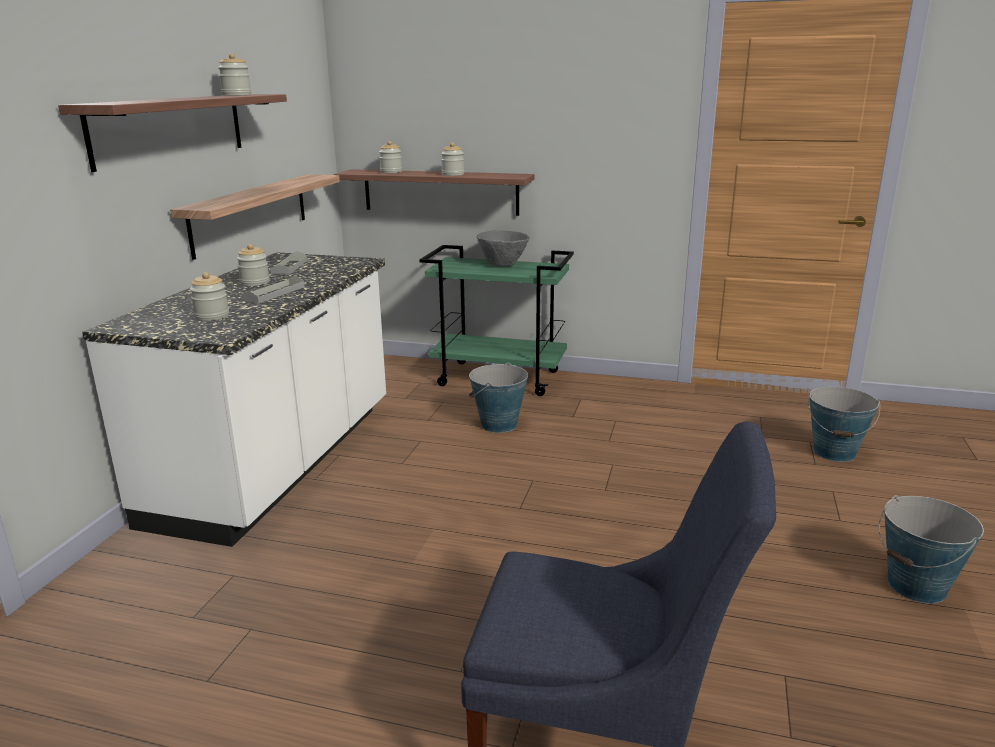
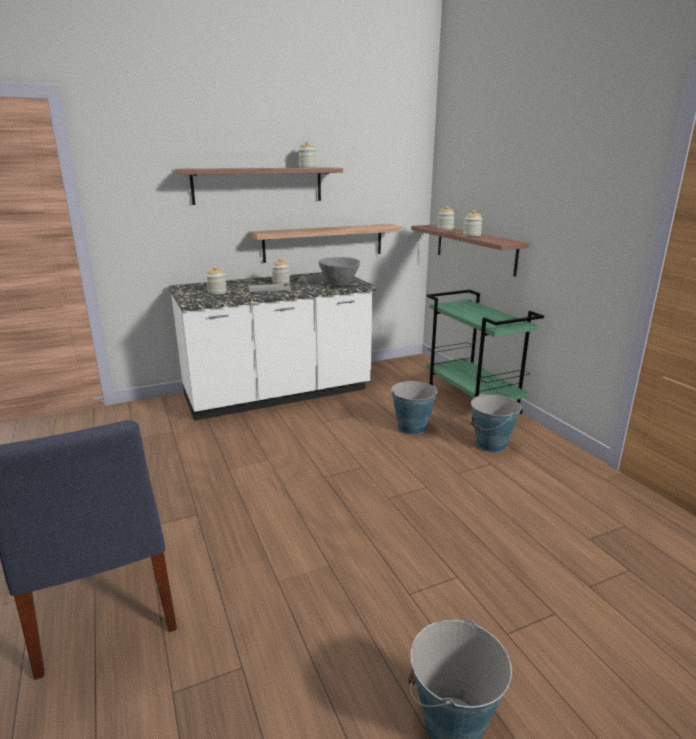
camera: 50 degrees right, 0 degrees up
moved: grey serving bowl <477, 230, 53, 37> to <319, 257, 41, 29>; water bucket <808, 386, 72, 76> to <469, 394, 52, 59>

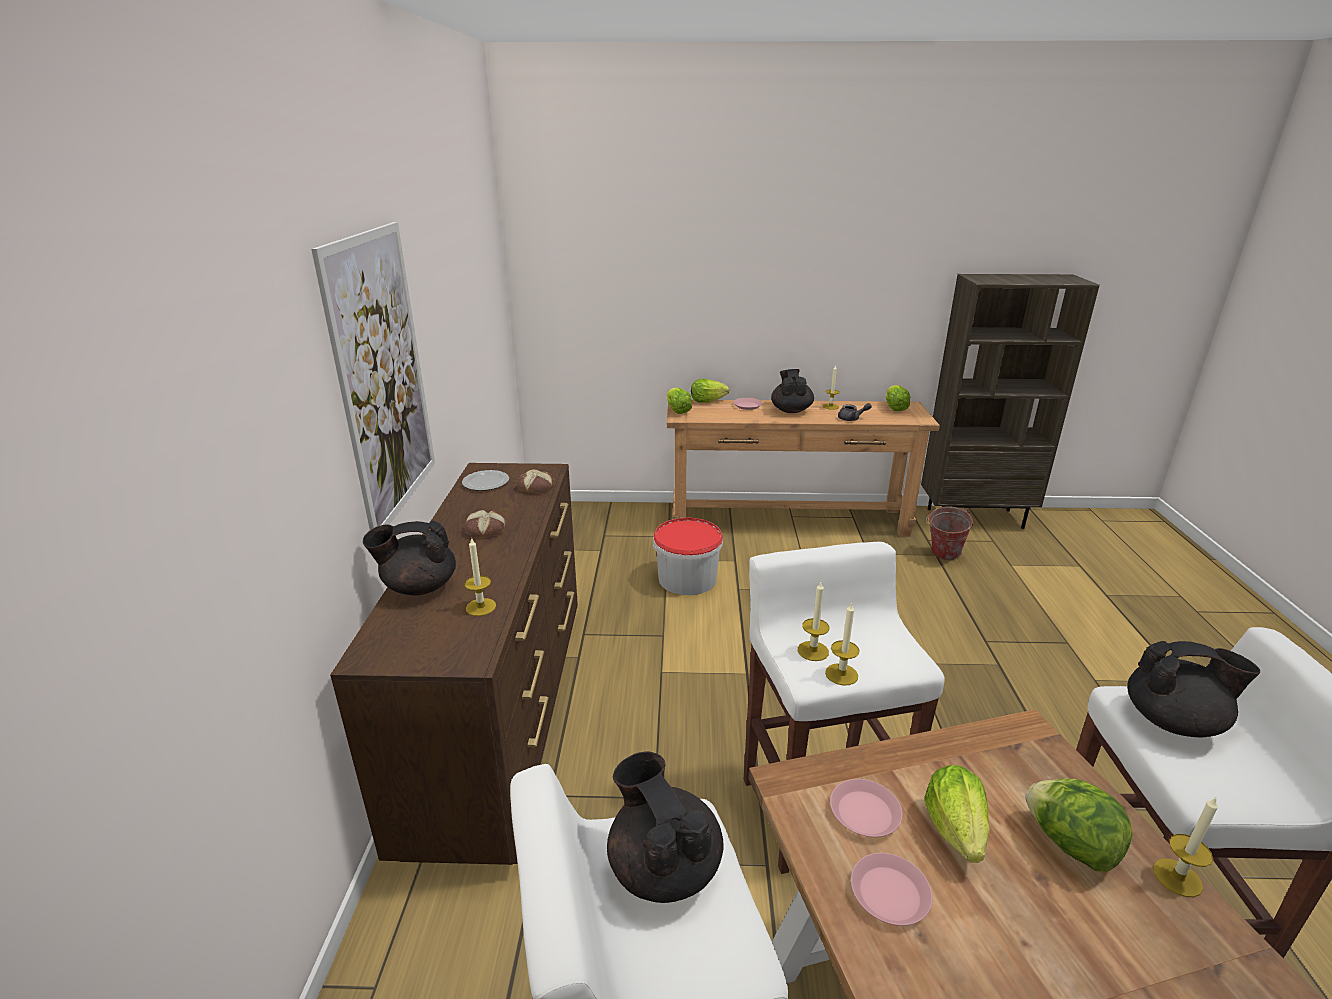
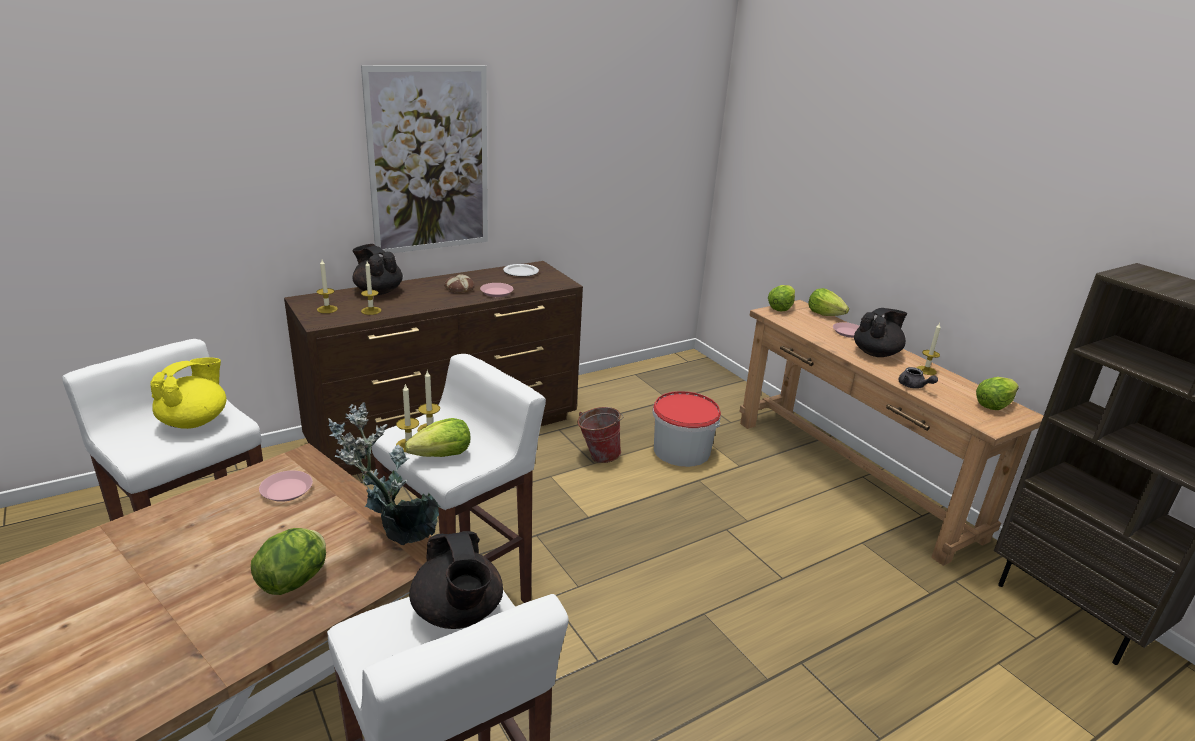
camera: 55 degrees right, 0 degrees up
removed: baked bread <517, 469, 38, 25>
added: houseplant <329, 402, 112, 143>
moved: pink-coloured plate <851, 853, 81, 73> to <480, 283, 33, 14>; head of lettuce <924, 765, 66, 98> to <405, 418, 66, 39>; water bucket <926, 506, 47, 54> to <577, 407, 46, 56>; wax candle <1153, 797, 65, 100> to <317, 260, 21, 53>
recoloured: blackish tea pot <607, 752, 117, 151> to yellow tea pot <150, 357, 77, 72>

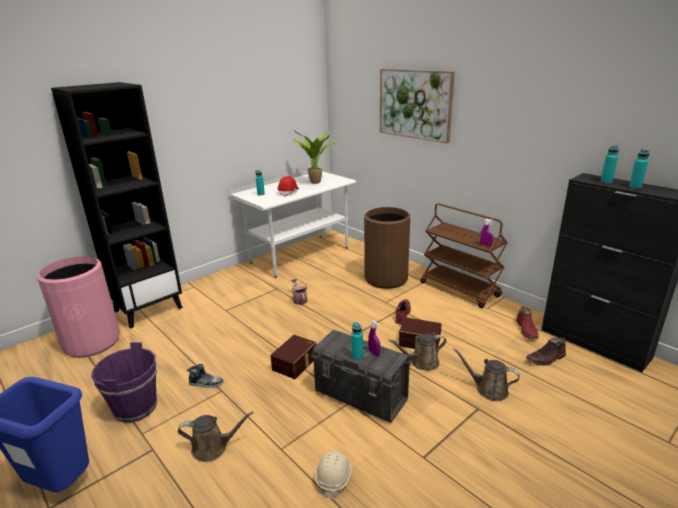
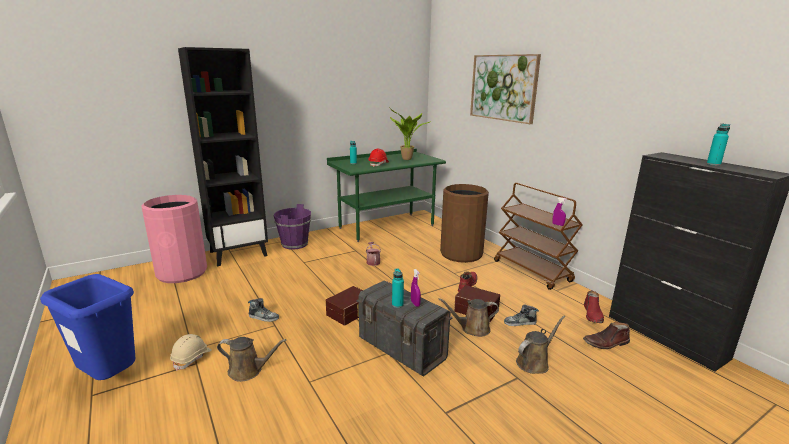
camera: 10 degrees right, 5 degrees down
removed: turquoise-coloured drink bottle <601, 145, 18, 38>
added: item of footwear <504, 305, 35, 21>
moved: purple water bucket <91, 342, 66, 81> to <274, 204, 37, 46>; beige hard hat <315, 451, 37, 48> to <170, 334, 42, 37>
recoloured: whitish desk <230, 167, 127, 111> to green desk <327, 149, 119, 93>
turned: brownish watering pot <453, 348, 67, 53> = <516, 316, 49, 58> 105 degrees clockwise

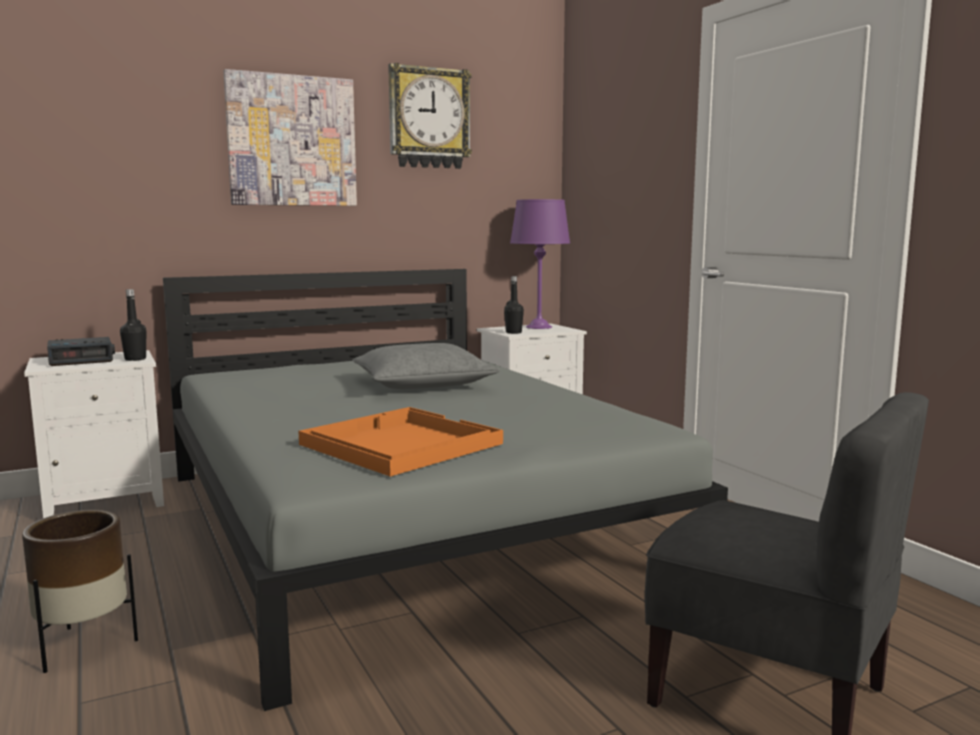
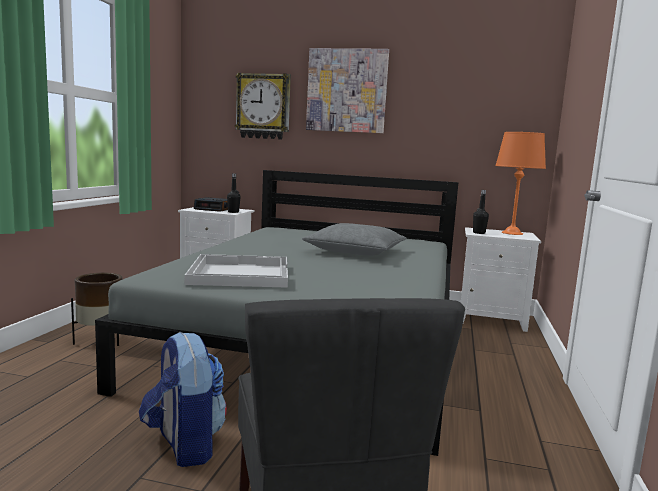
camera: 40 degrees right, 0 degrees up
added: backpack <139, 331, 88, 136>
moved: hanging clock <388, 63, 84, 106> to <235, 73, 56, 67>
recoloured: orange serving tray <298, 407, 205, 70> to whitish serving tray <184, 254, 104, 34>; purple tabletop lamp <510, 199, 60, 130> to orange tabletop lamp <495, 132, 51, 103>

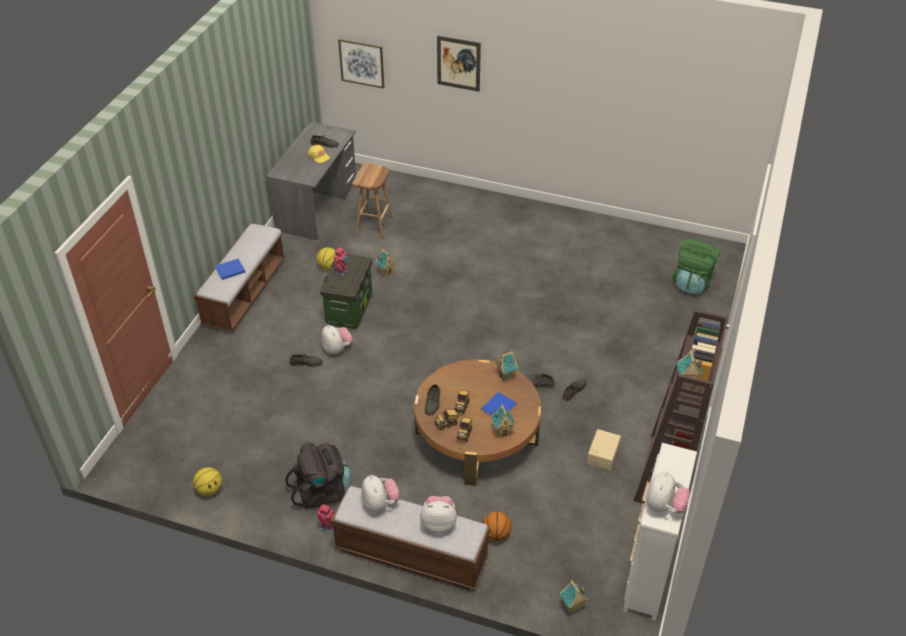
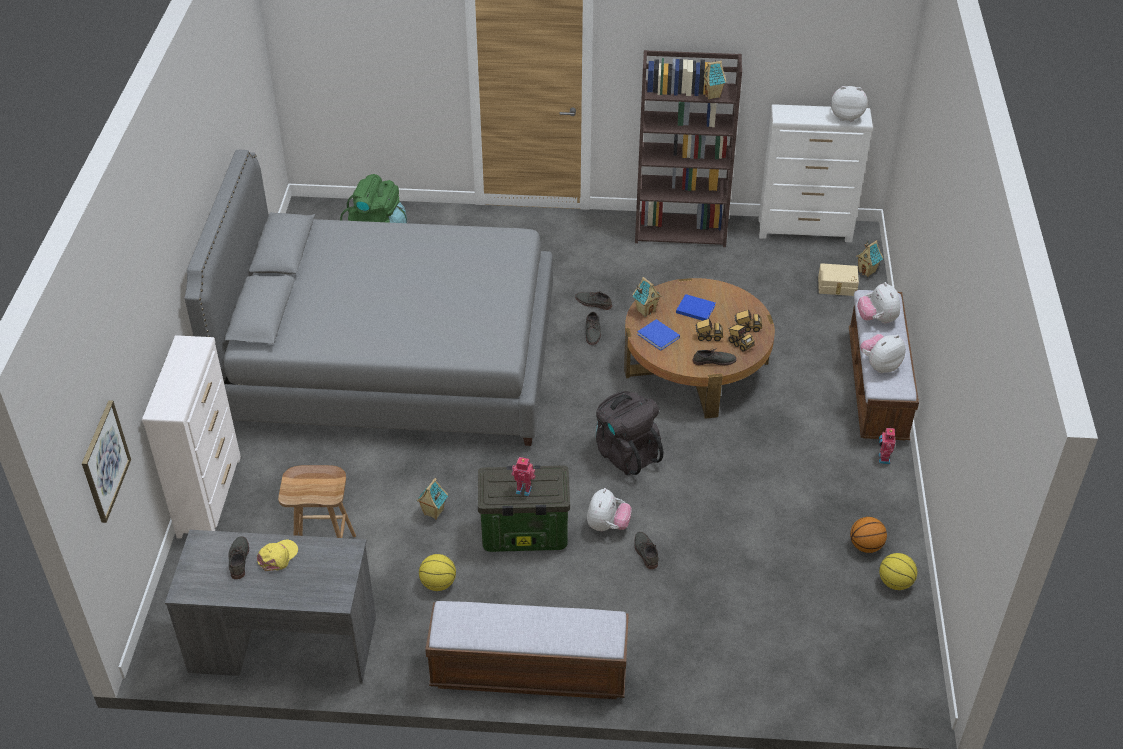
camera: 105 degrees left, 0 degrees up
removed: wall picture <437, 35, 44, 57>; miniature house <491, 404, 25, 34>
added: whitish chest of drawers <142, 335, 99, 203>; grey bed <185, 150, 368, 296>
moved: blue-coloured volume <215, 259, 30, 21> to <637, 319, 43, 32>; blackish backpack <286, 443, 66, 66> to <596, 391, 67, 84>; basketball ball <483, 511, 28, 30> to <850, 517, 37, 36>; beige storage container <587, 429, 34, 41> to <818, 263, 41, 33>
turned: plush toy <321, 324, 32, 31> = <587, 488, 45, 43> 150 degrees clockwise

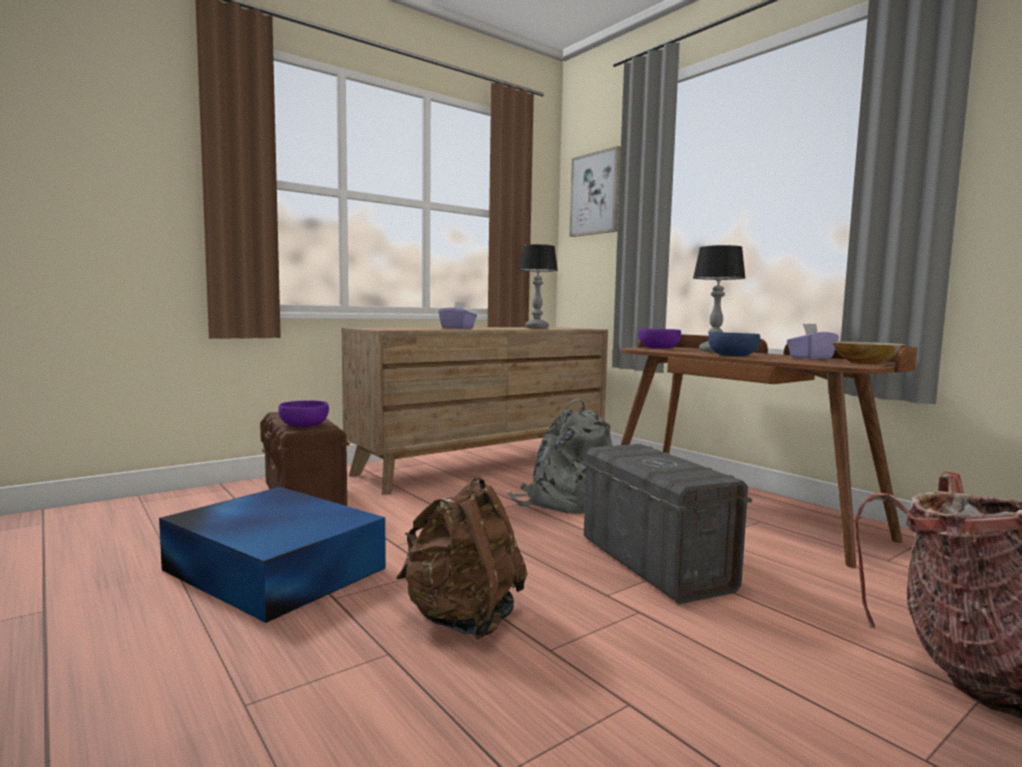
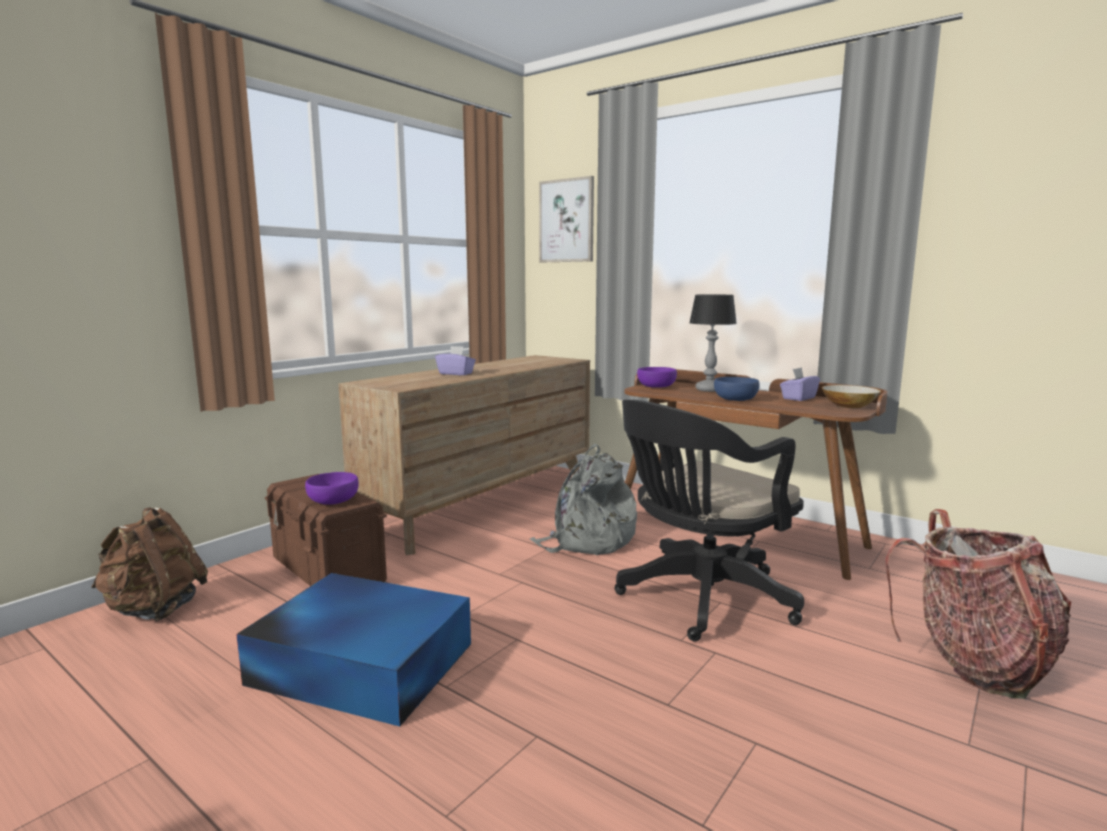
camera: 15 degrees left, 5 degrees up
removed: tabletop lamp <519, 244, 39, 84>
moved: brownish backpack <396, 476, 131, 163> to <91, 507, 117, 115>
replaced: grey storage container <582, 444, 170, 160> to blackish computer chair <614, 400, 190, 242>

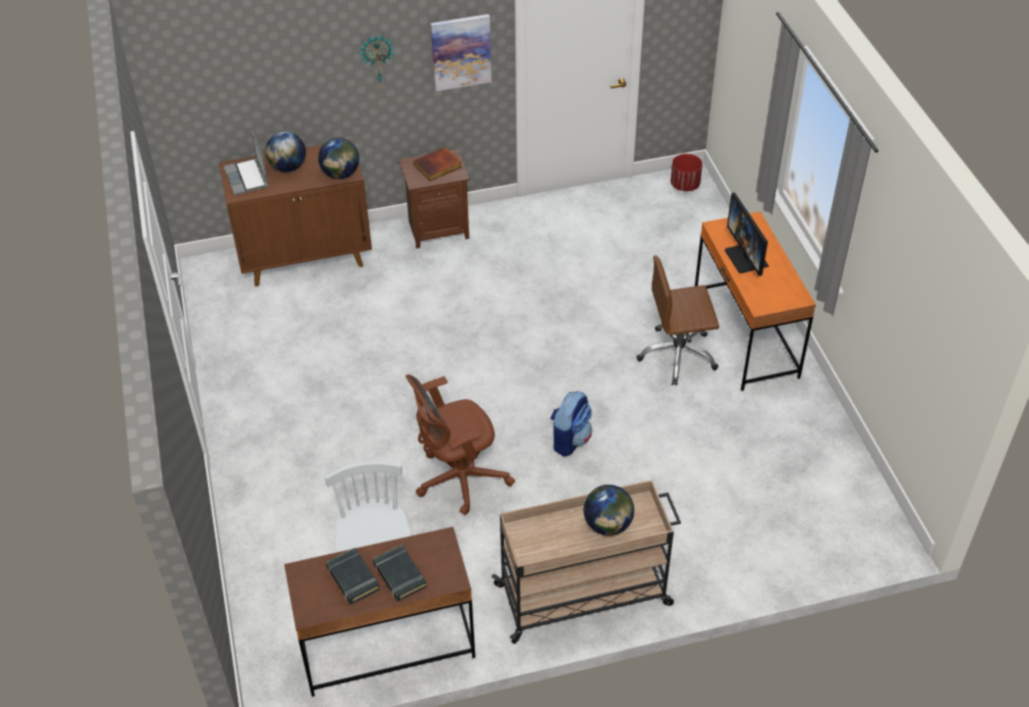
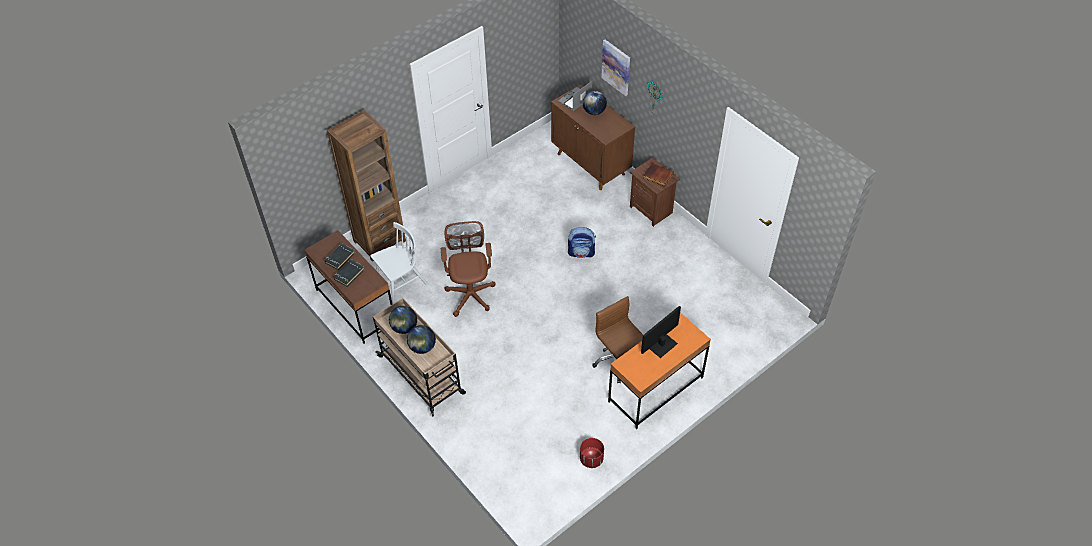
camera: 65 degrees right, 5 degrees up
added: brownish bookcase <327, 110, 79, 152>
moved: globe <318, 138, 41, 41> to <389, 306, 28, 28>; wall picture <431, 14, 61, 77> to <601, 40, 29, 56>; backpack <550, 391, 42, 65> to <568, 227, 28, 31>; red-coloured flower pot <671, 154, 32, 37> to <580, 438, 24, 30>
turned: brownish computer chair <406, 374, 109, 141> = <441, 221, 55, 96> 45 degrees clockwise

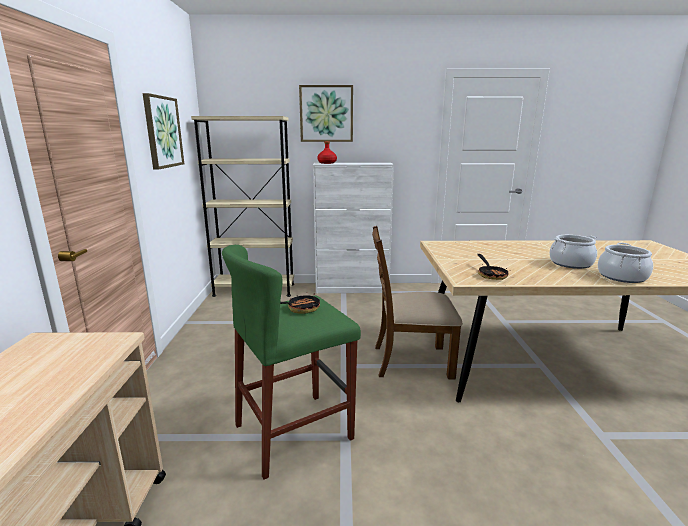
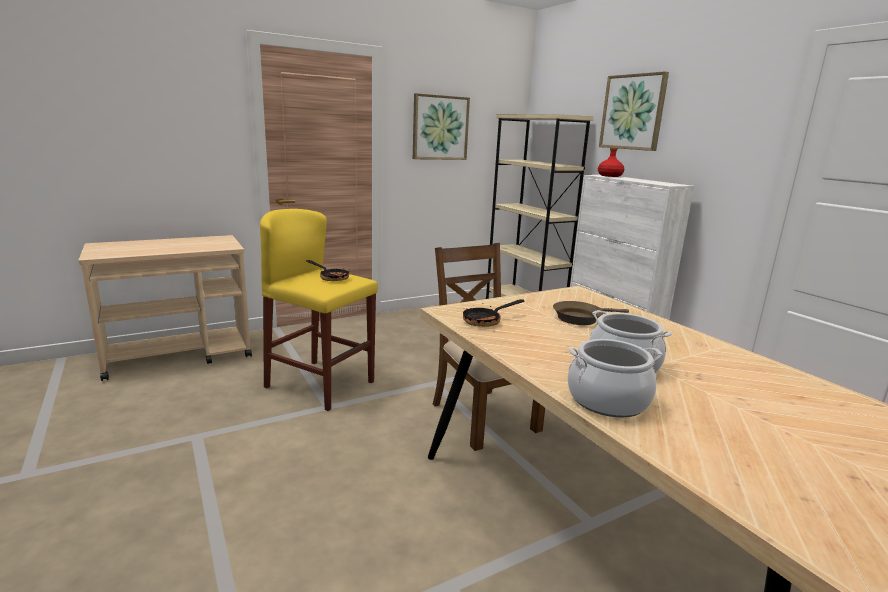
camera: 60 degrees right, 0 degrees up
added: brownish frying pan <553, 301, 76, 24>
recoloured: green sitting stool <222, 245, 139, 235> to yellow sitting stool <260, 209, 118, 202>

